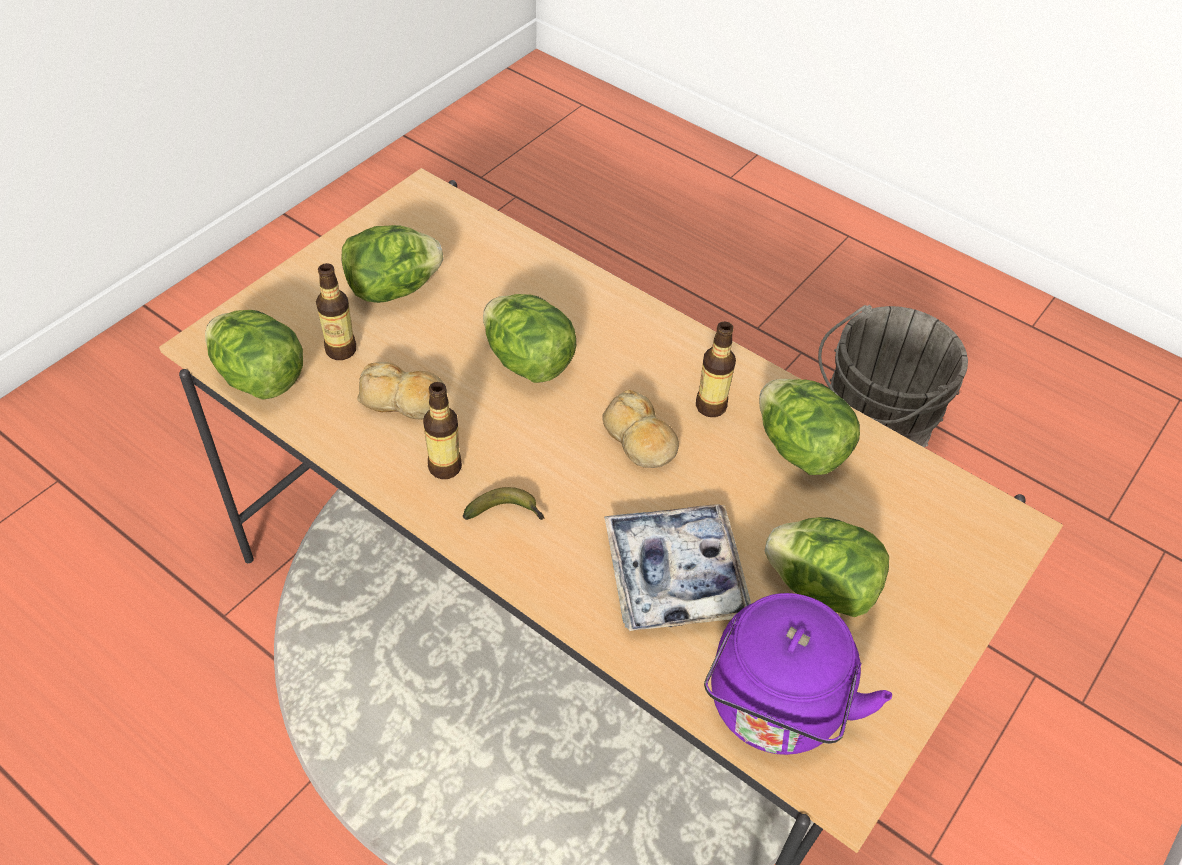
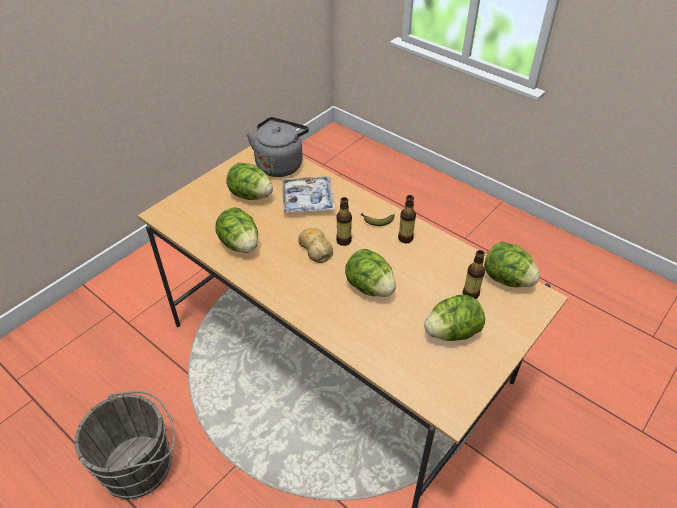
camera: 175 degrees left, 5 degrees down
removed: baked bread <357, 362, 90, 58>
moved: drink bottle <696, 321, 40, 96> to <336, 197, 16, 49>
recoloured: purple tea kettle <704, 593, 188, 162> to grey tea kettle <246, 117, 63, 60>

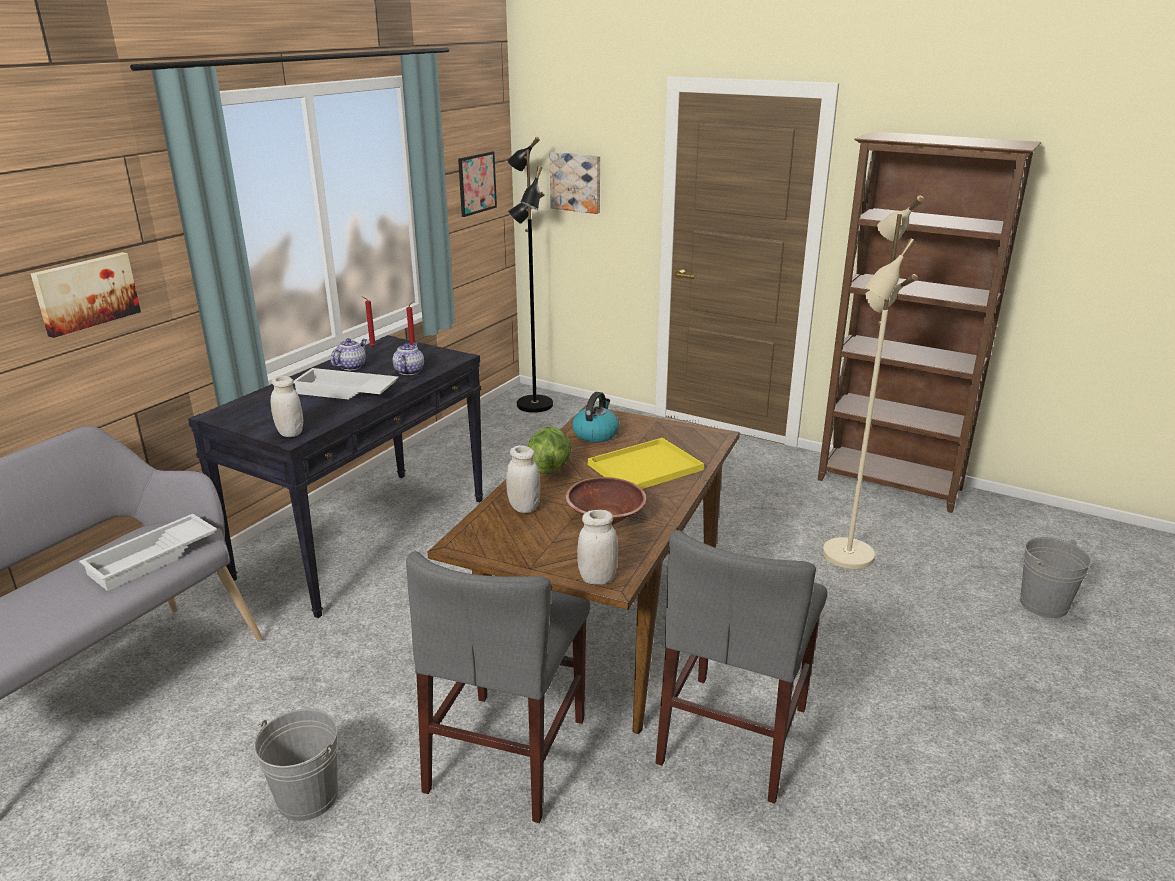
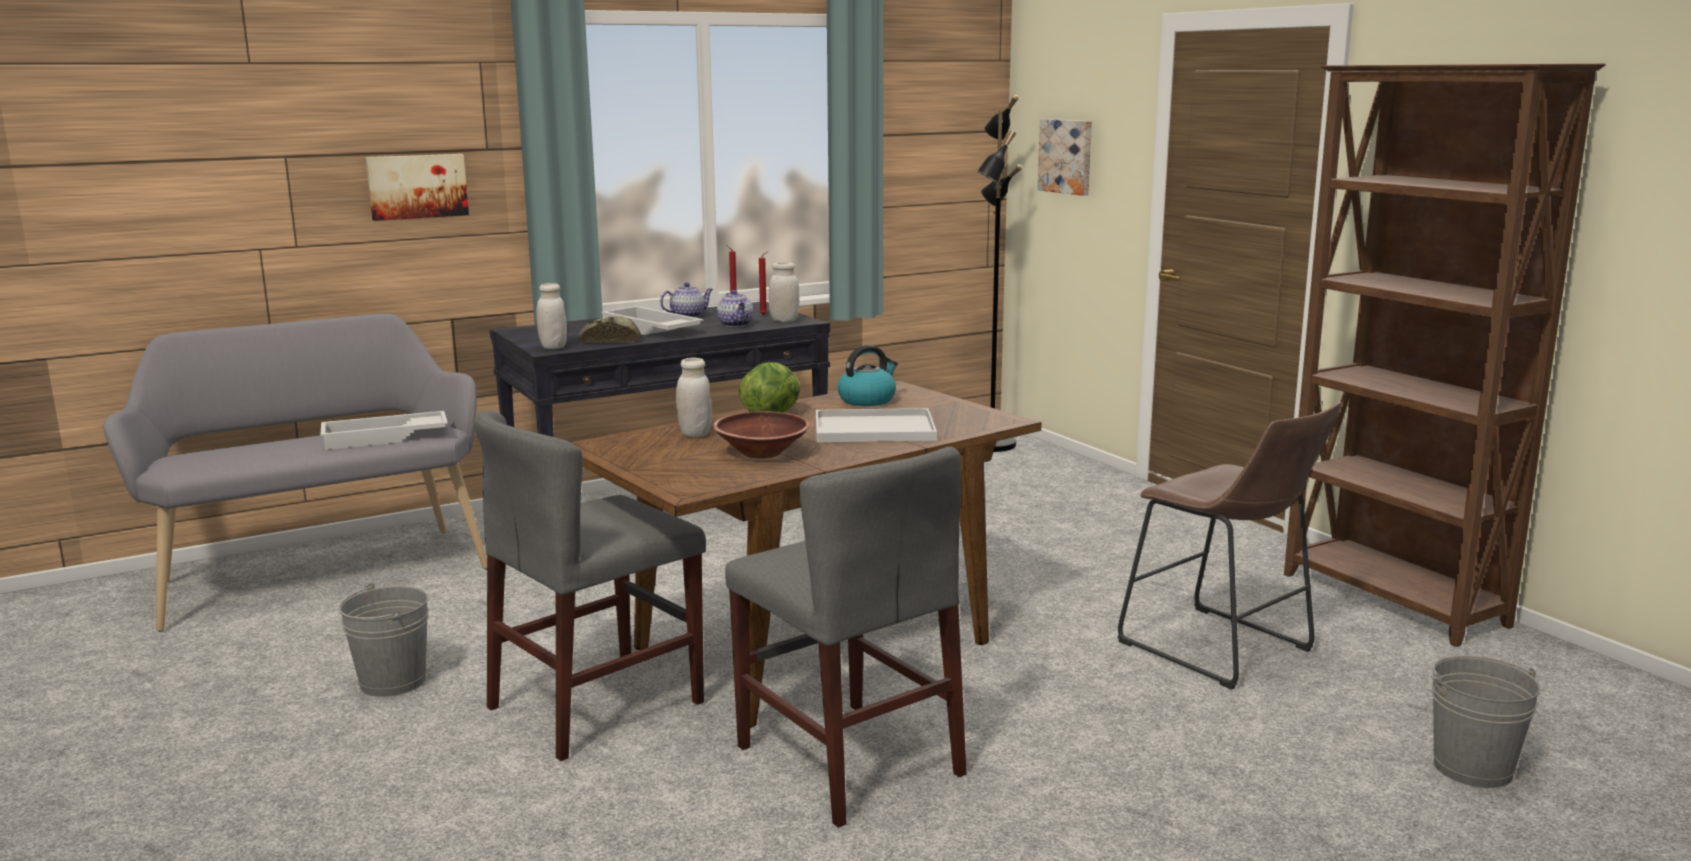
camera: 30 degrees right, 10 degrees down
removed: wall picture <458, 152, 39, 65>
added: baked bread <579, 316, 62, 27>
moved: whitish storage jar <577, 510, 41, 74> to <769, 262, 31, 60>
replaced: beige standard lamp <823, 196, 101, 373> to brownish sitting stool <1117, 402, 224, 288>
recoloured: yellow serving tray <588, 438, 116, 51> to whitish serving tray <816, 408, 121, 34>
turned: tea pot <393, 342, 31, 33> = <717, 290, 36, 37> 120 degrees clockwise; grey upright chair <656, 530, 171, 274> = <725, 447, 242, 381> 90 degrees counterclockwise

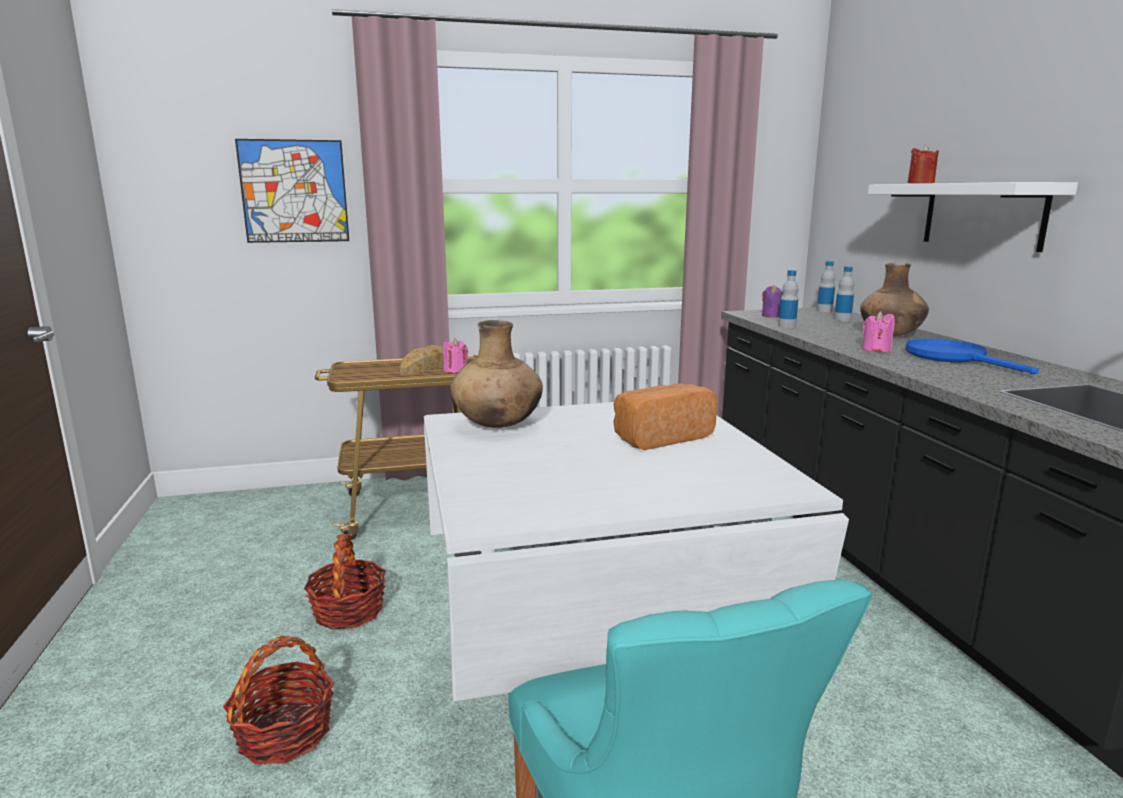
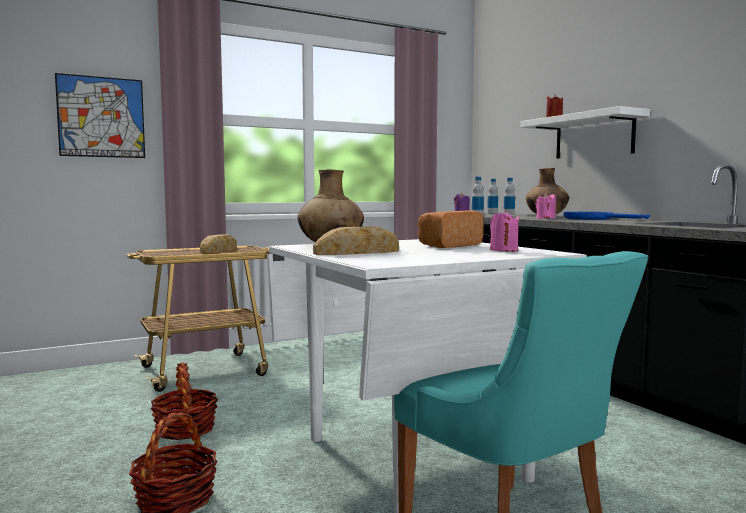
camera: 15 degrees left, 10 degrees down
added: baked bread <313, 226, 86, 29>
moved: pink-coloured wax candle <443, 338, 25, 36> to <490, 210, 30, 42>

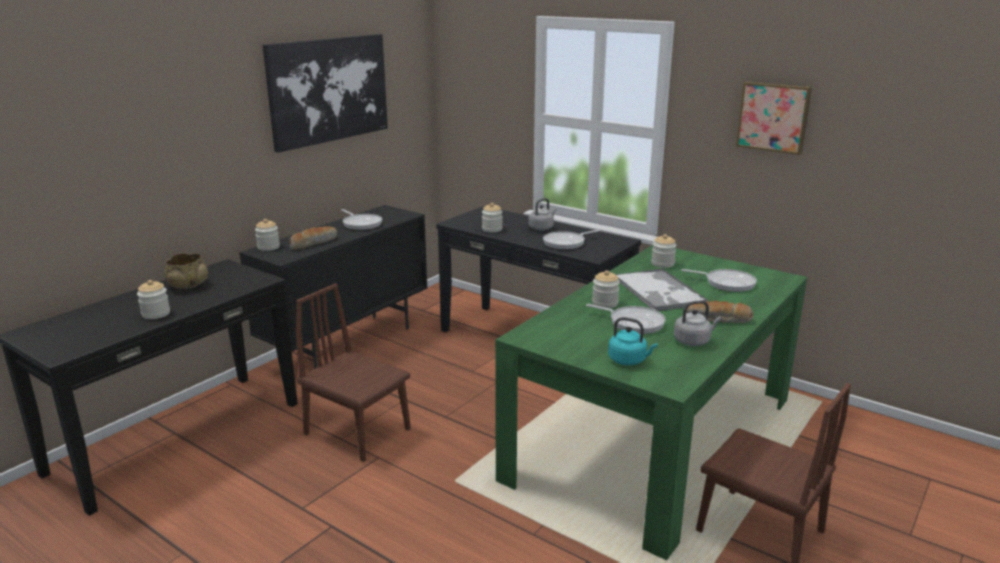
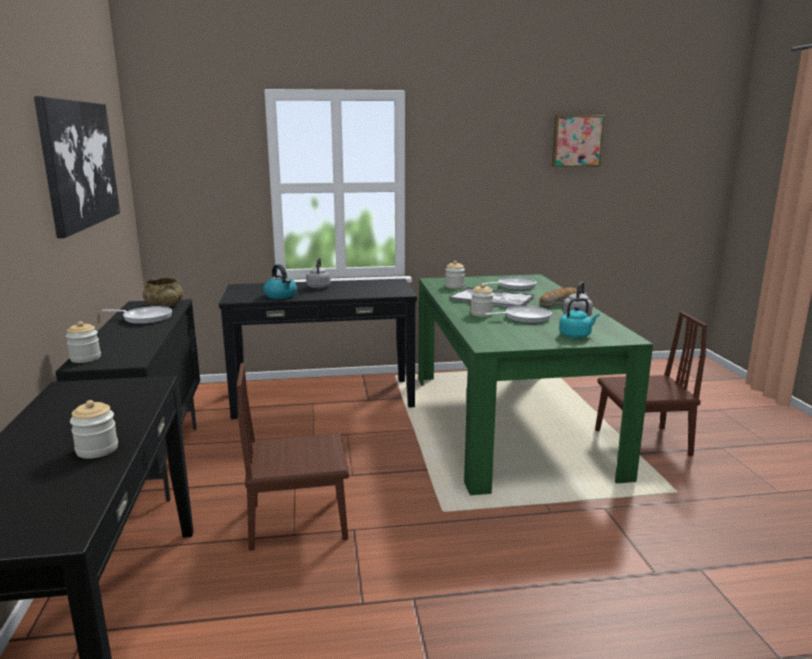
camera: 45 degrees left, 5 degrees down
removed: baked bread <289, 226, 48, 24>; frying pan <543, 230, 57, 20>
moved: beige serving bowl <164, 253, 44, 36> to <143, 278, 40, 29>; wall picture <736, 81, 76, 74> to <552, 115, 53, 52>
replaced: storage jar <482, 203, 20, 29> to tea kettle <263, 264, 34, 35>

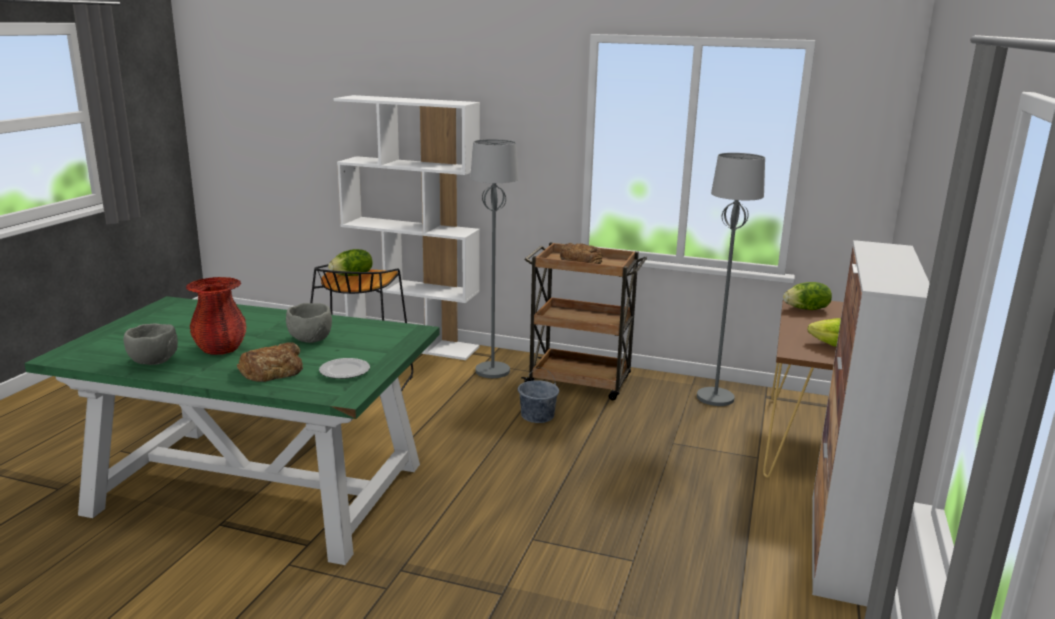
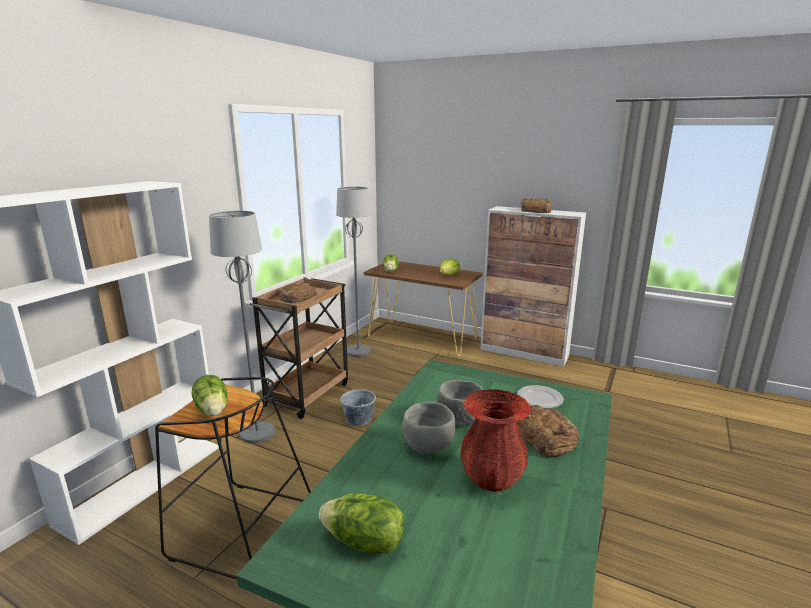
camera: 80 degrees left, 0 degrees up
added: head of lettuce <319, 494, 85, 60>; baked bread <520, 198, 32, 15>
moved: grey serving bowl <123, 323, 55, 42> to <402, 401, 53, 53>

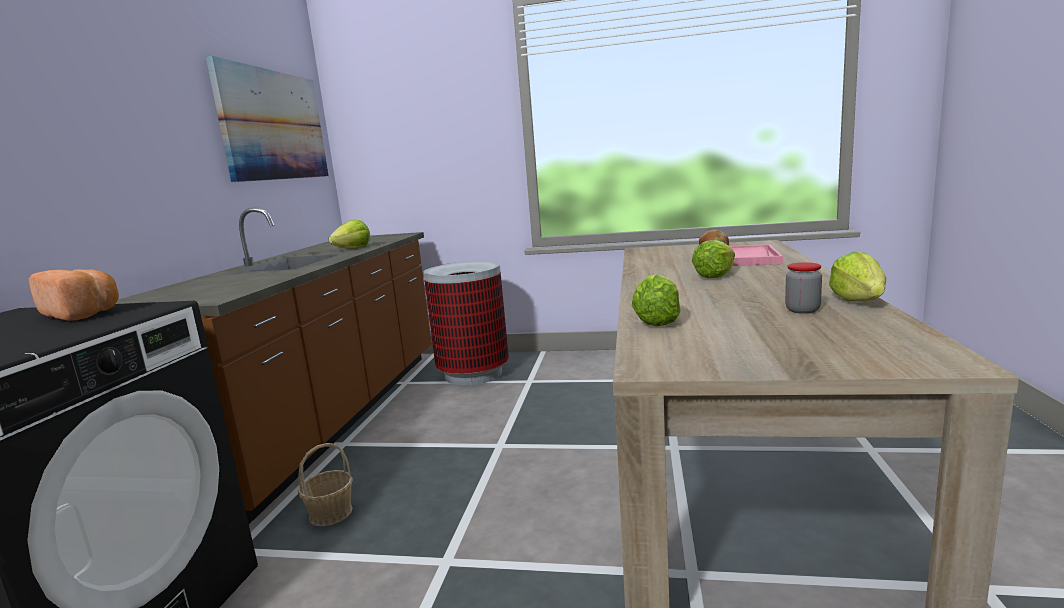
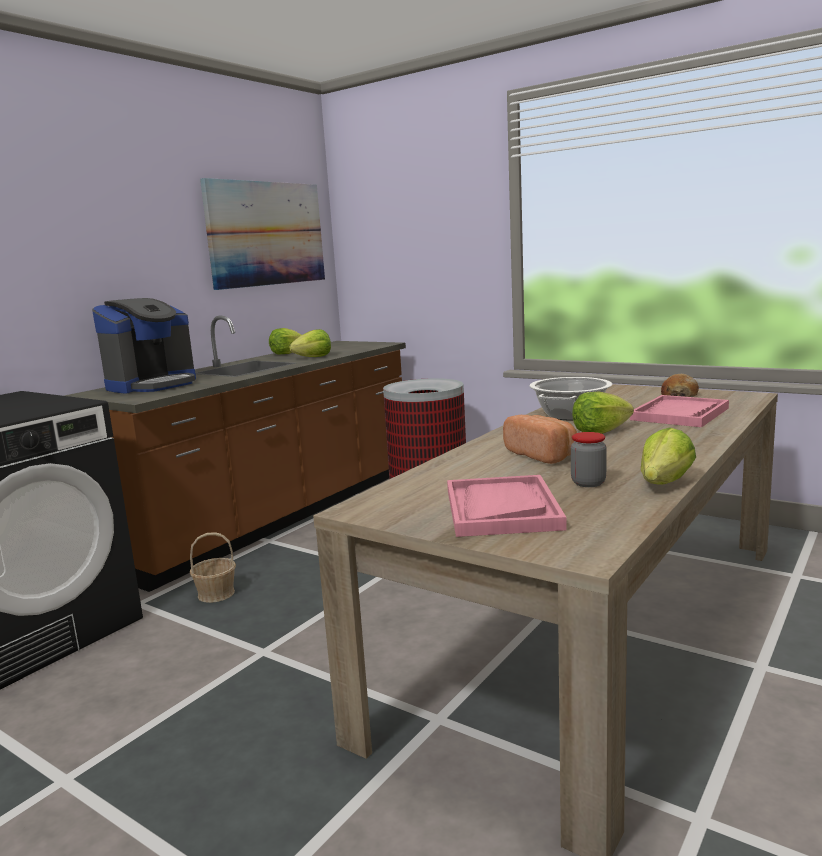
camera: 25 degrees right, 0 degrees up
added: coffee brewer <92, 298, 104, 96>; pink-coloured serving tray <447, 475, 120, 62>; stockpot <529, 377, 83, 43>
moved: baked bread <29, 269, 90, 52> to <503, 415, 74, 49>; head of lettuce <632, 274, 49, 53> to <269, 328, 32, 27>

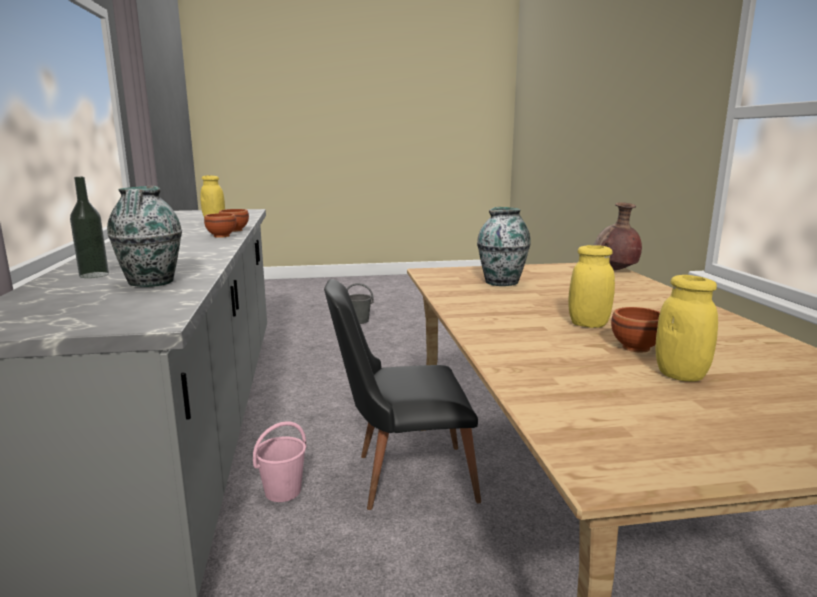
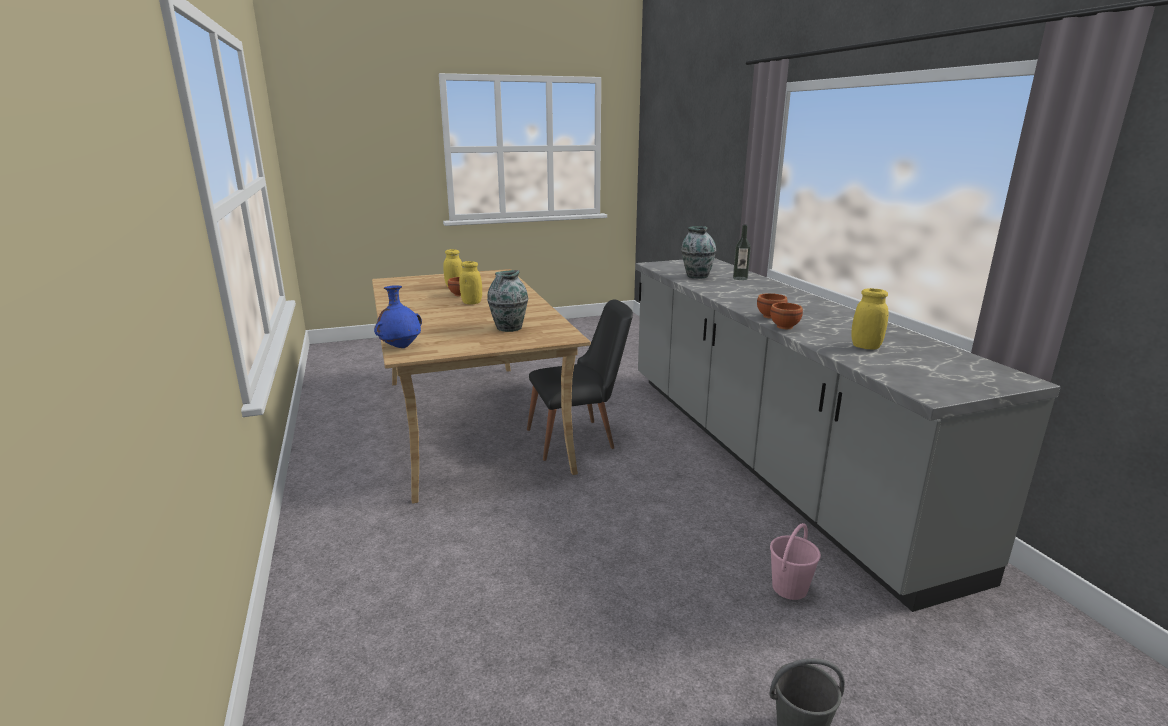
camera: 170 degrees right, 5 degrees up
moved: pink-coloured water bucket <253, 421, 53, 81> to <770, 523, 51, 77>
recoloured: brownish decorative vase <594, 202, 48, 69> to blue-coloured decorative vase <374, 286, 48, 62>

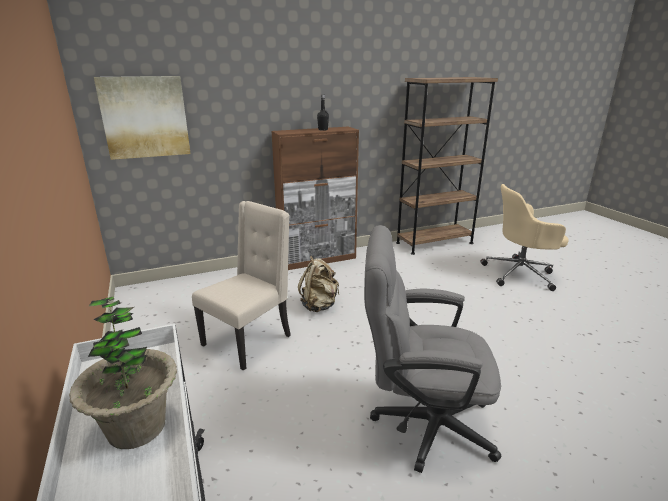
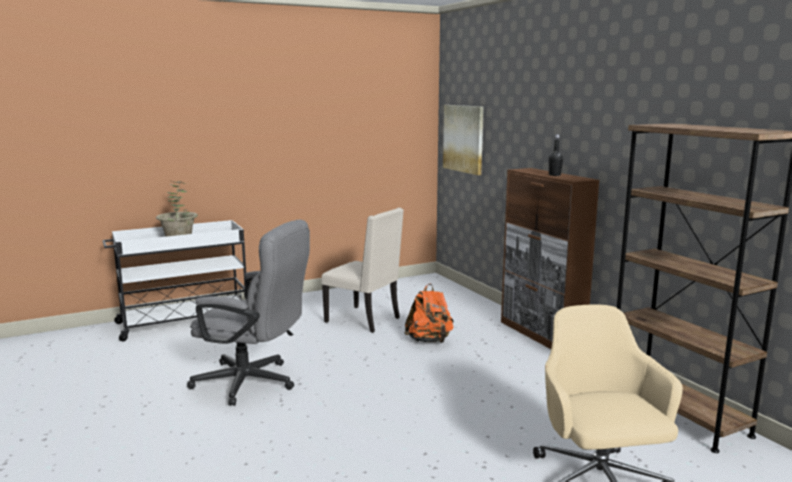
camera: 85 degrees right, 10 degrees down
recoloured: beige backpack <298, 256, 41, 56> to orange backpack <404, 284, 50, 59>
turned: grey computer chair <364, 225, 137, 248> = <187, 219, 123, 187> 105 degrees clockwise

